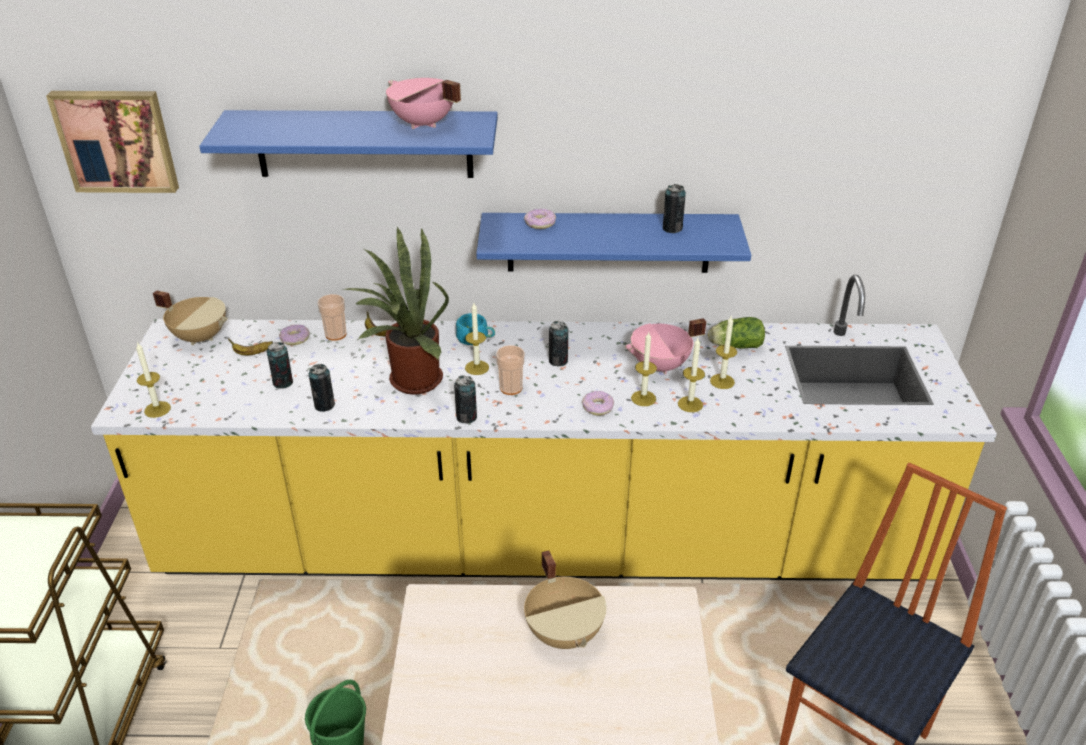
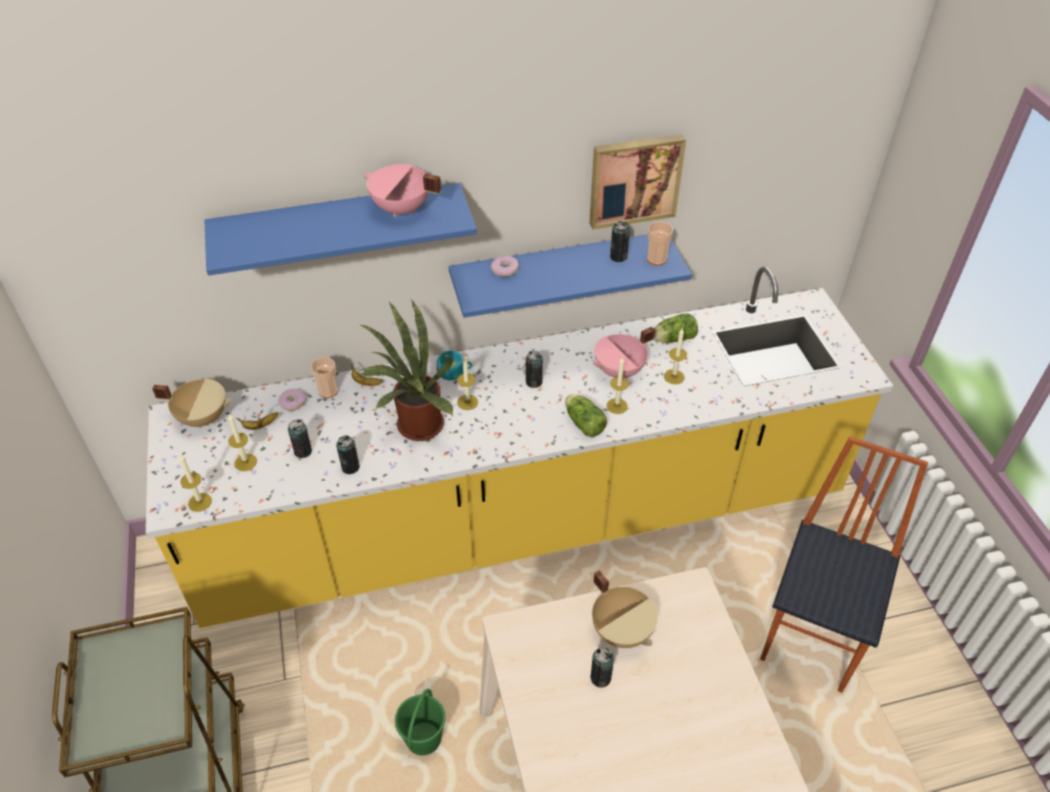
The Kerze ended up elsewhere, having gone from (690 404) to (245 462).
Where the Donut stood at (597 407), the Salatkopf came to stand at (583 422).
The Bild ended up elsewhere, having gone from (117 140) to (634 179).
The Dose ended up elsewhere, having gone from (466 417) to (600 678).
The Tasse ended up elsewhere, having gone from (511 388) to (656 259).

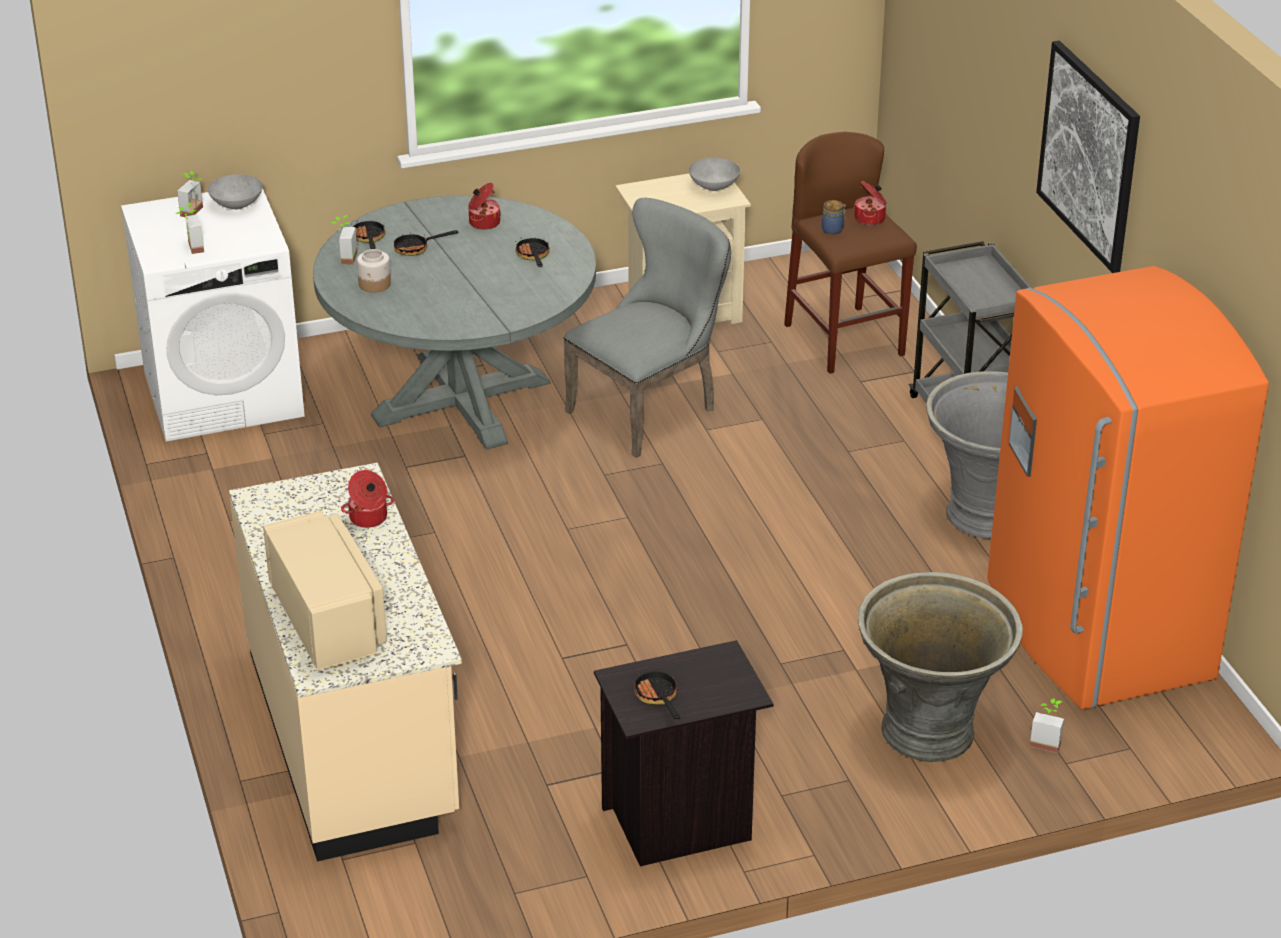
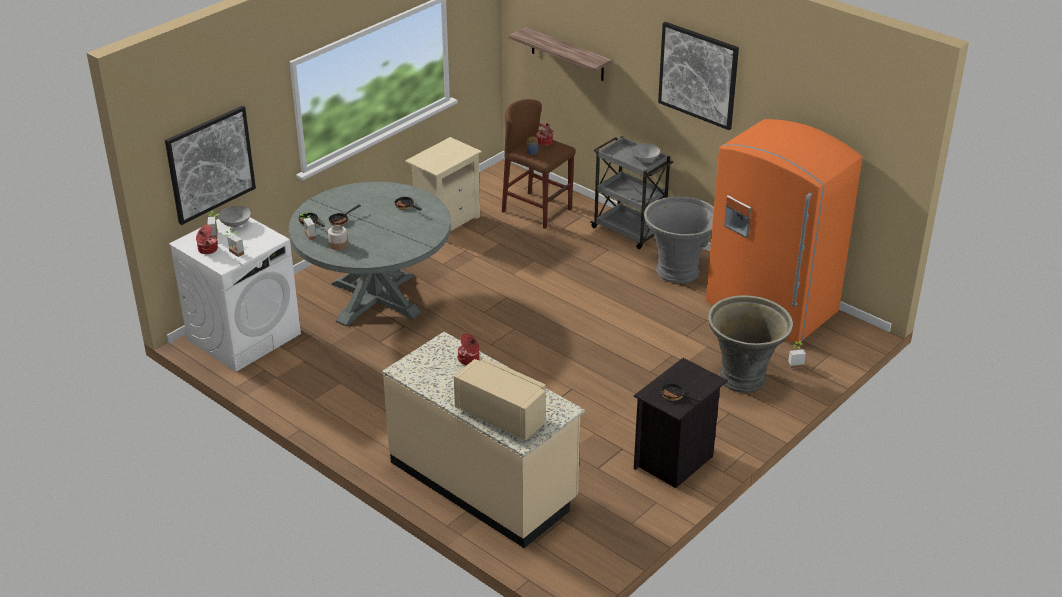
The second view gained the Bild at (210 164).
The Kochtopf ended up elsewhere, having gone from (483 222) to (207 249).
The second view gained the Wandregal at (567 54).
The Schüssel (grau) ended up elsewhere, having gone from (714 187) to (645 160).
The second view lost the Stuhl (grau) at (650 409).

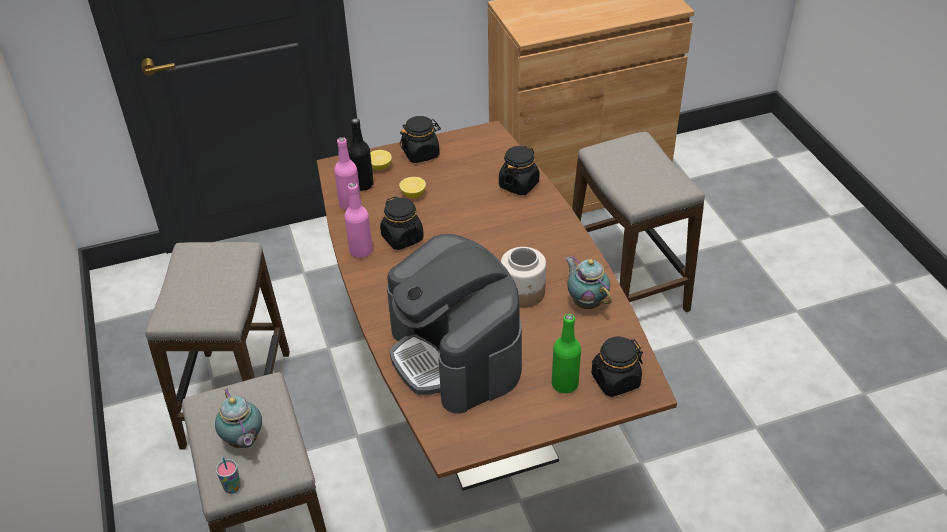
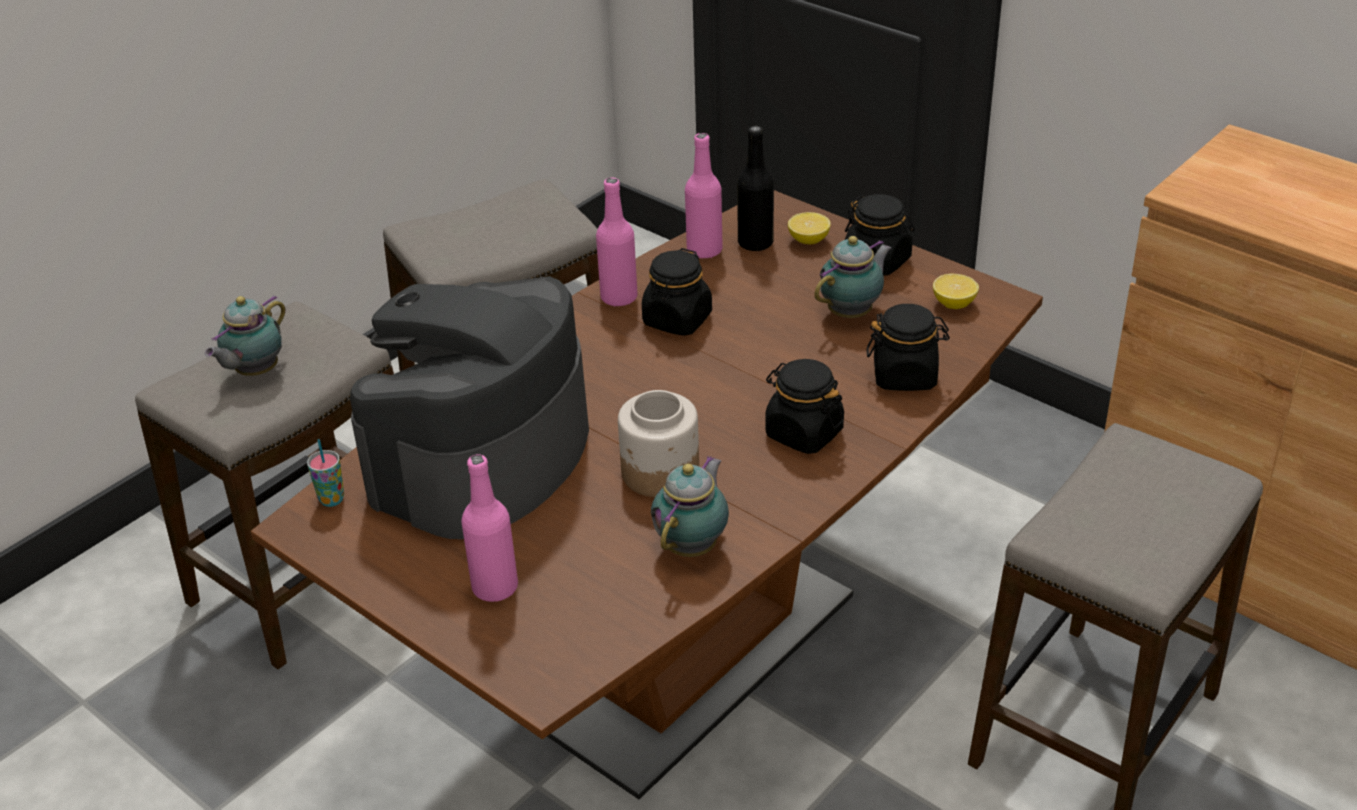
The Tasse ended up elsewhere, having gone from (232 487) to (331 499).
What was the Flasche (grün) at (564 384) turned into the Flasche (rosa) at (495 587).
The Vorratsglas (schwarz) ended up elsewhere, having gone from (615 380) to (803 433).
The second view gained the Teekanne at (852 312).
The Zitrone ended up elsewhere, having gone from (413 194) to (953 304).

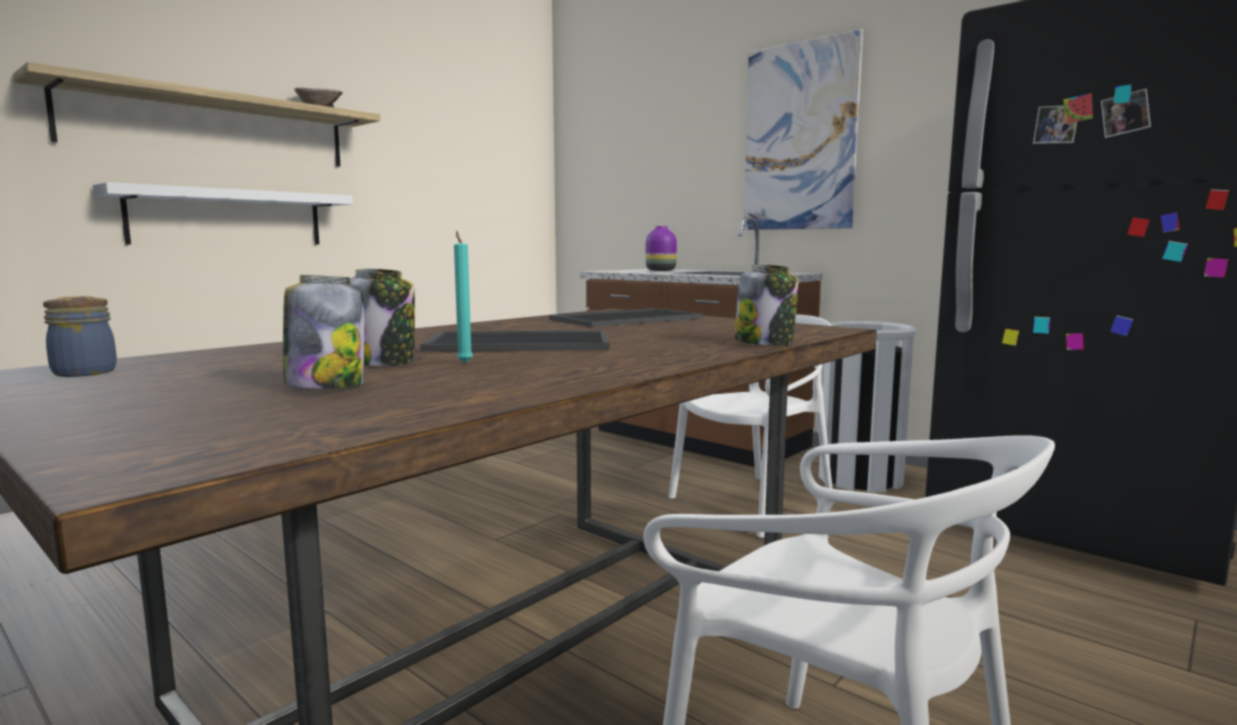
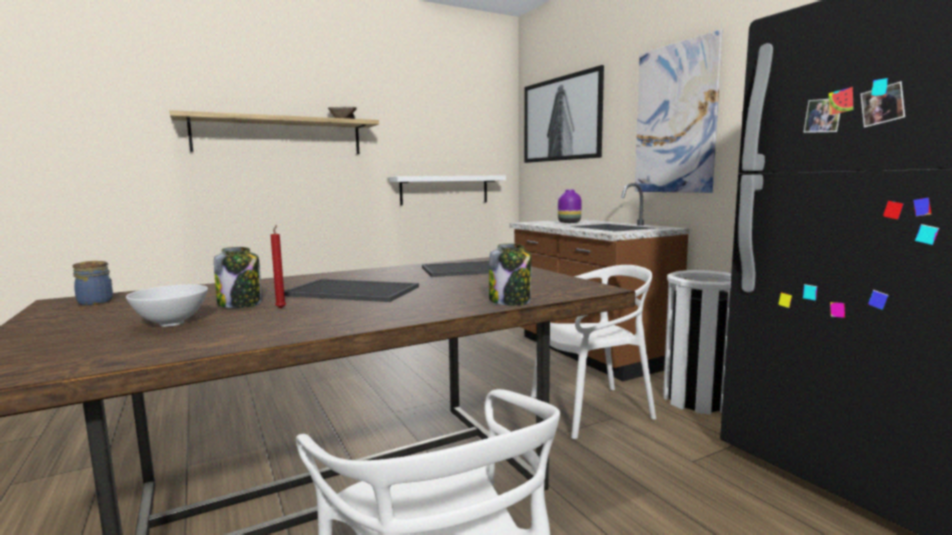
Where the Vorratsglas stood at (325 385), the Schüssel (weiß) came to stand at (171 323).
What was the Kerze (türkis) at (464 362) turned into the Kerze (rot) at (281 308).
The Wandregal (weiß) ended up elsewhere, having gone from (228 218) to (444 190).
The second view gained the Bild at (562 119).

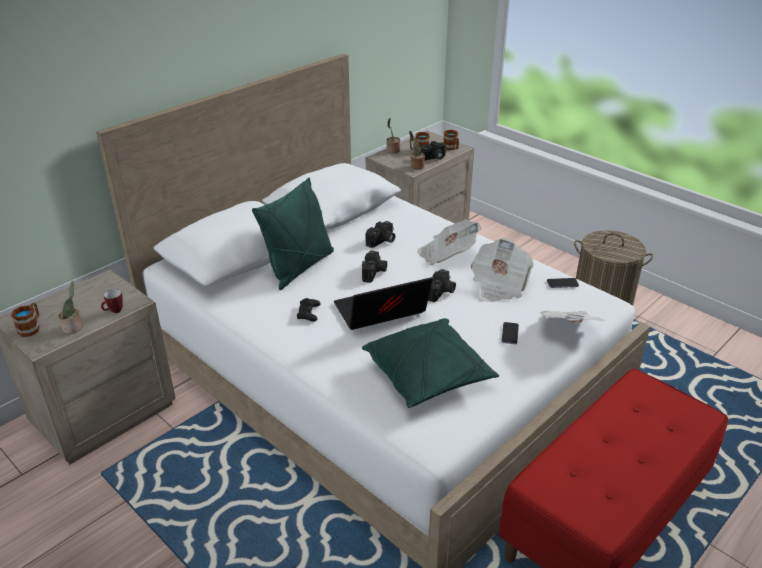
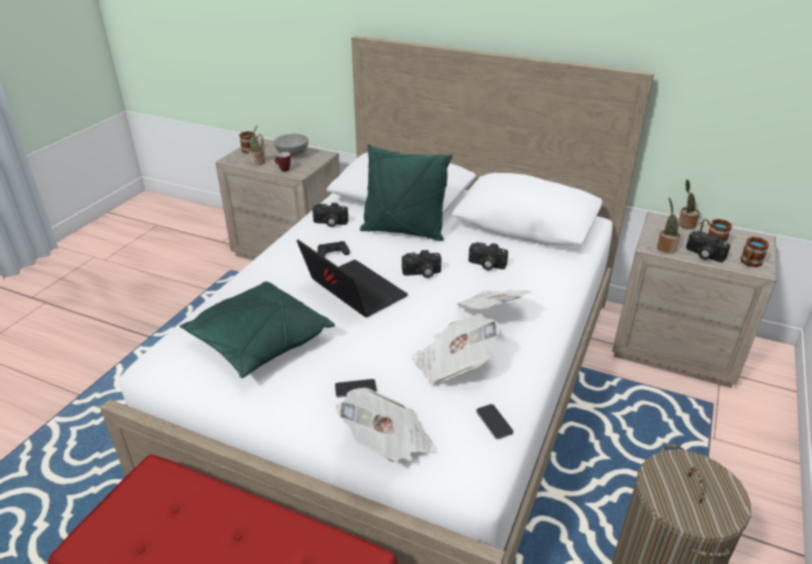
The second view gained the Schüssel (grau) at (292 155).
The Kamera ended up elsewhere, having gone from (441 293) to (330 223).

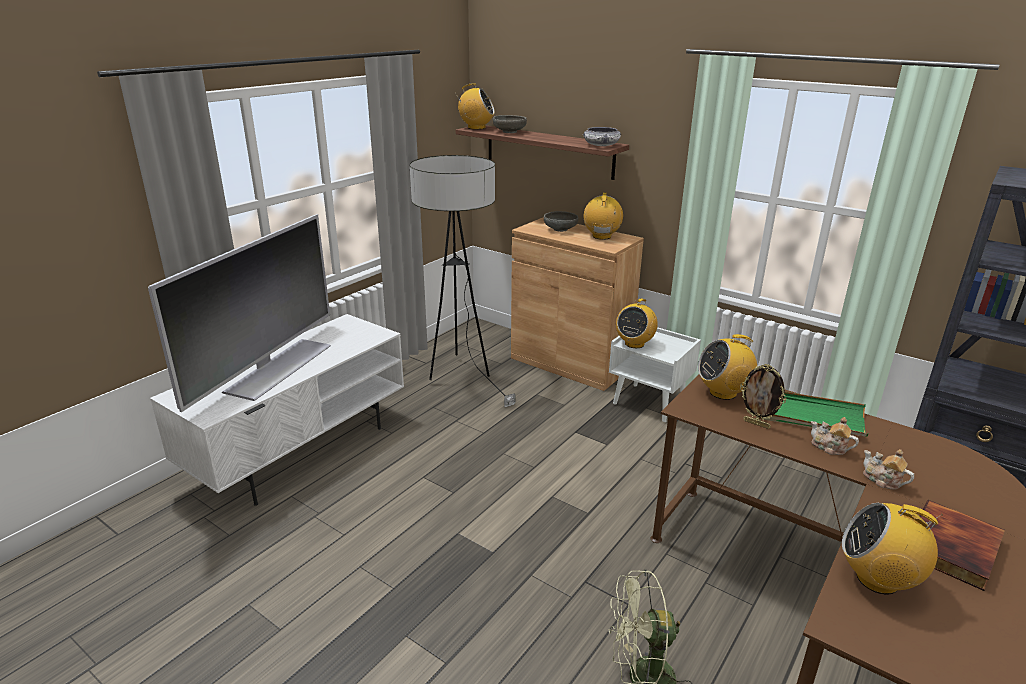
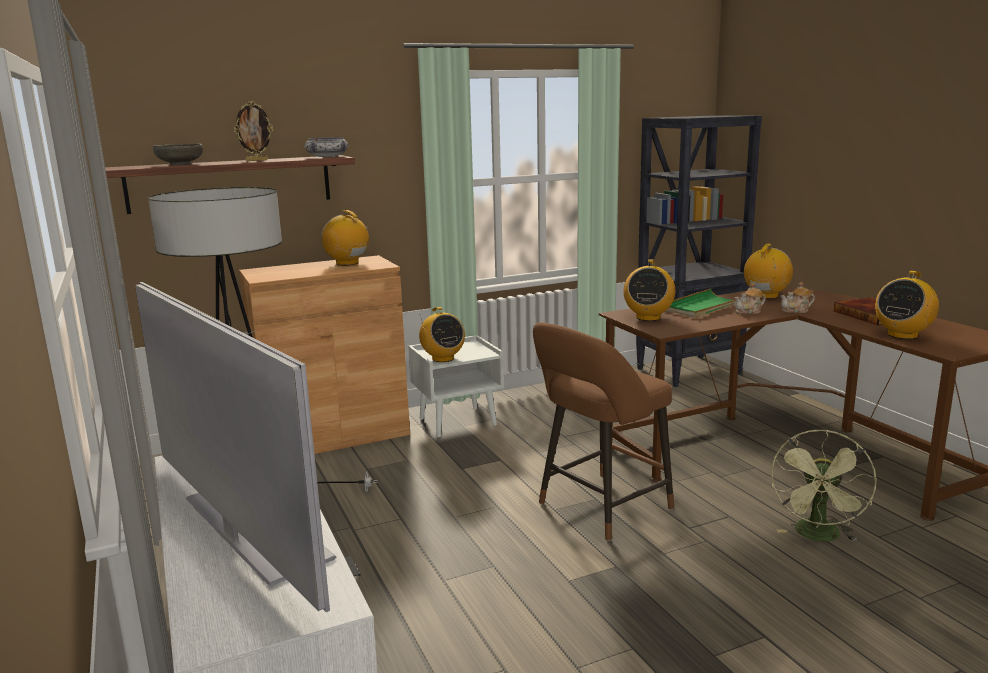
The Bilderrahmen ended up elsewhere, having gone from (756 424) to (256 160).
The second view gained the Hocker (braun) at (599 509).
The Radio ended up elsewhere, having gone from (476 128) to (766 296).
The second view lost the Schüssel (grau) at (560 229).

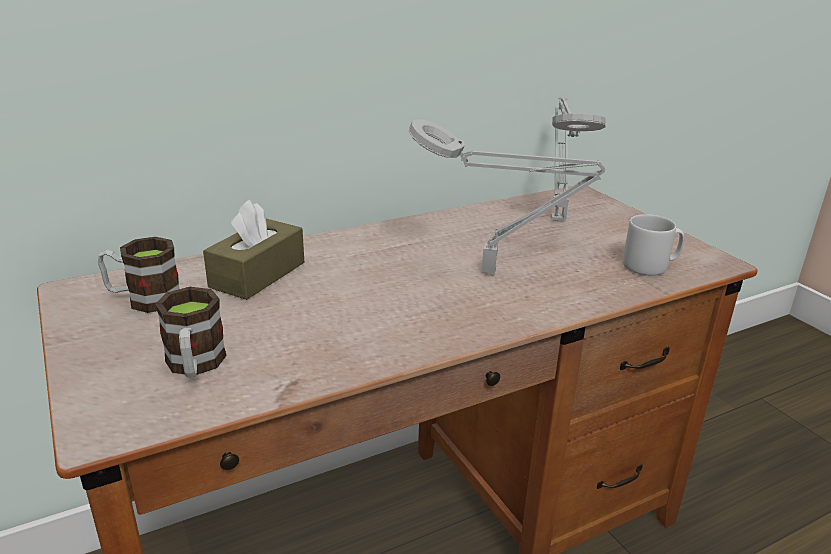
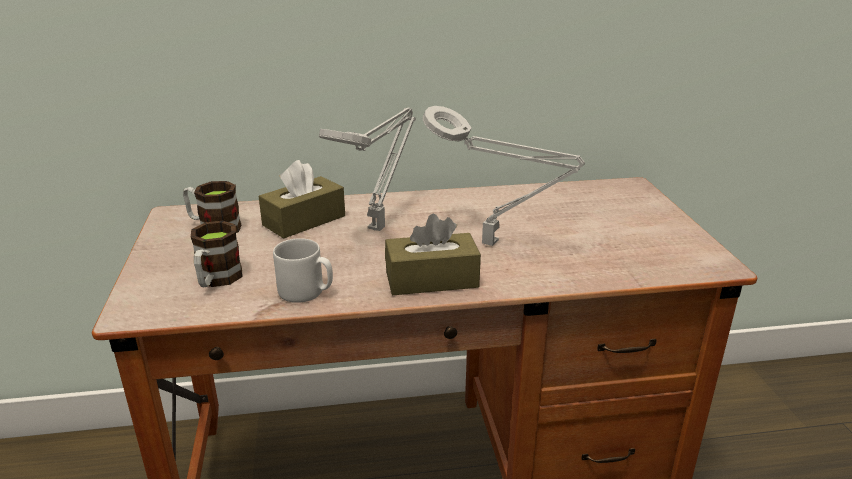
The Henkelbecher (grau) ended up elsewhere, having gone from (650 266) to (306 292).
The Tischlampe (grau) ended up elsewhere, having gone from (557 217) to (379 227).
The second view gained the Taschentuchbox (braun) at (431 279).

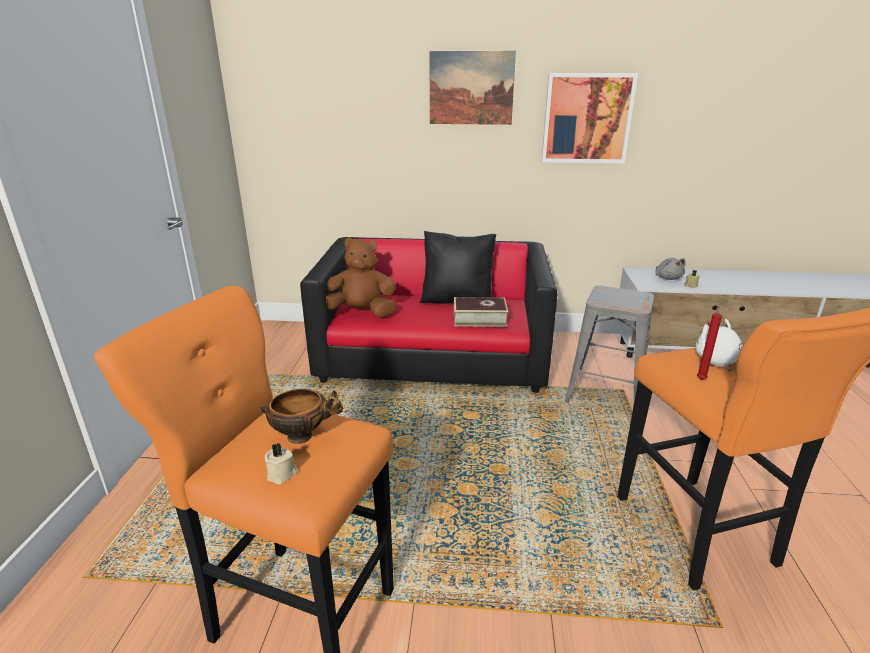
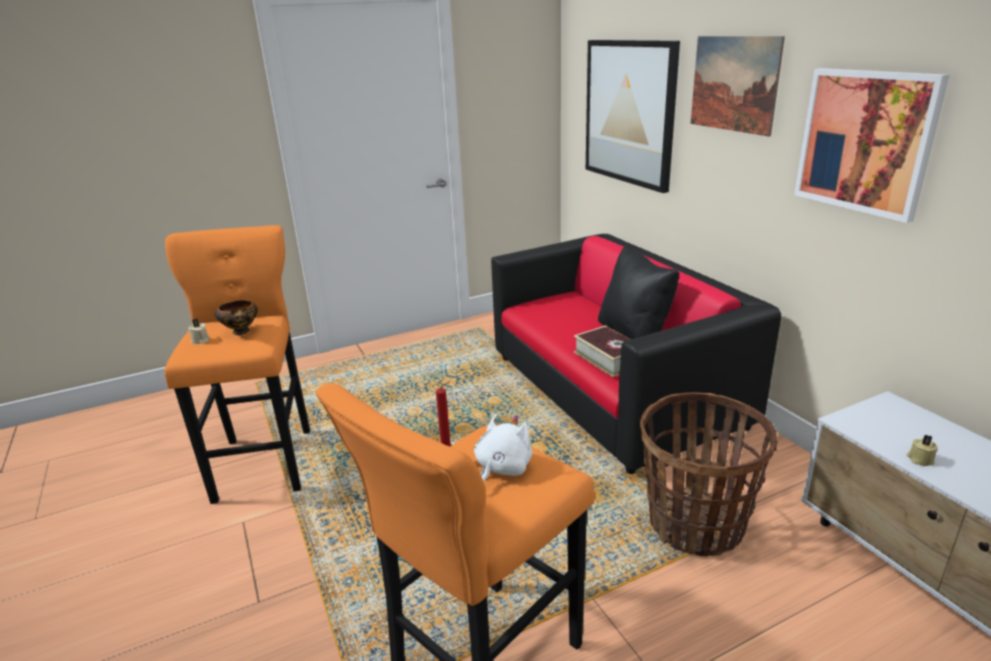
The second view gained the Bild at (629 113).
Where the Hocker (grau) stood at (605 393), the Korb came to stand at (695 525).
The second view lost the Plüschtier (braun) at (361 313).
The second view lost the Plüschtier (grau) at (668 278).

